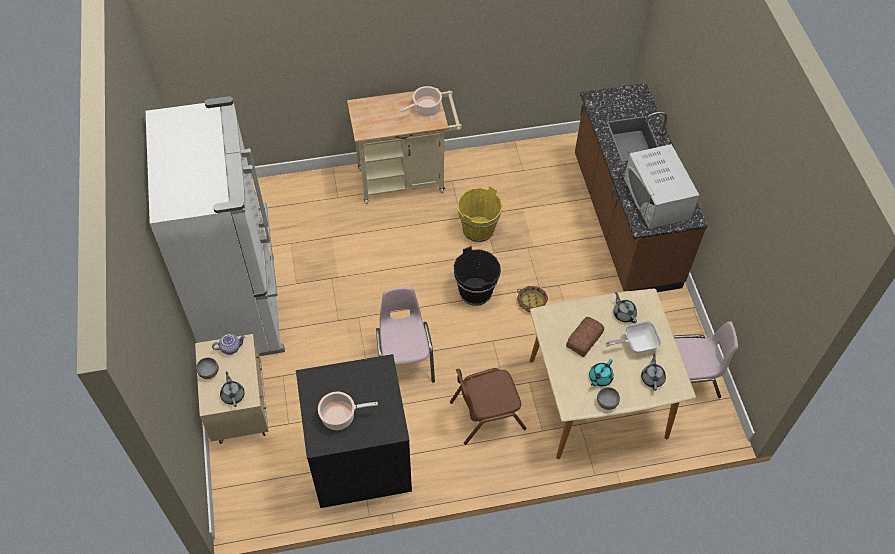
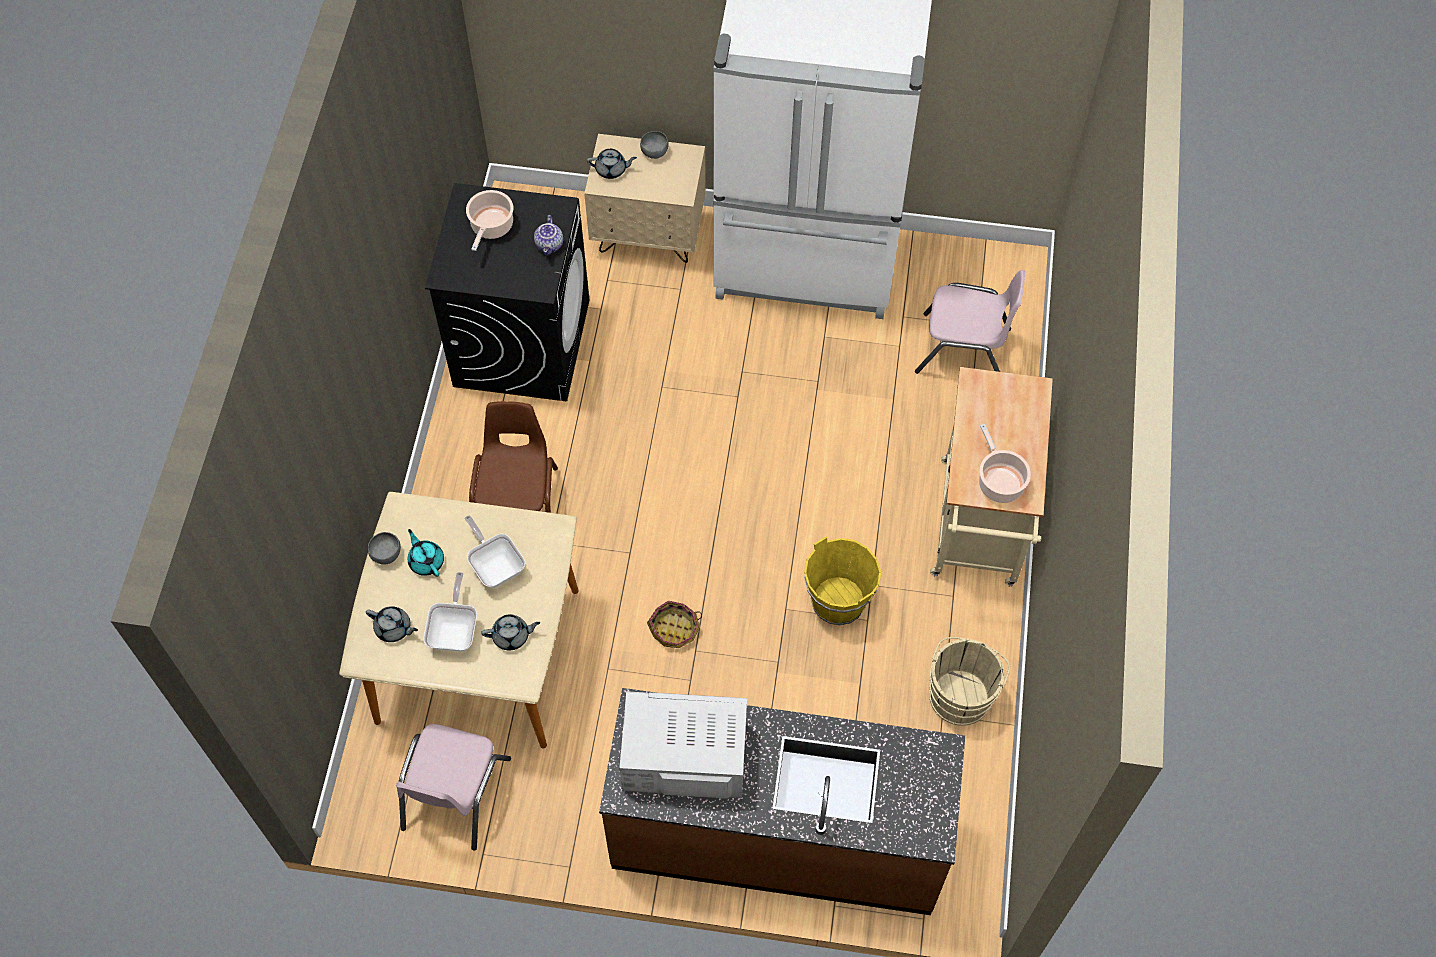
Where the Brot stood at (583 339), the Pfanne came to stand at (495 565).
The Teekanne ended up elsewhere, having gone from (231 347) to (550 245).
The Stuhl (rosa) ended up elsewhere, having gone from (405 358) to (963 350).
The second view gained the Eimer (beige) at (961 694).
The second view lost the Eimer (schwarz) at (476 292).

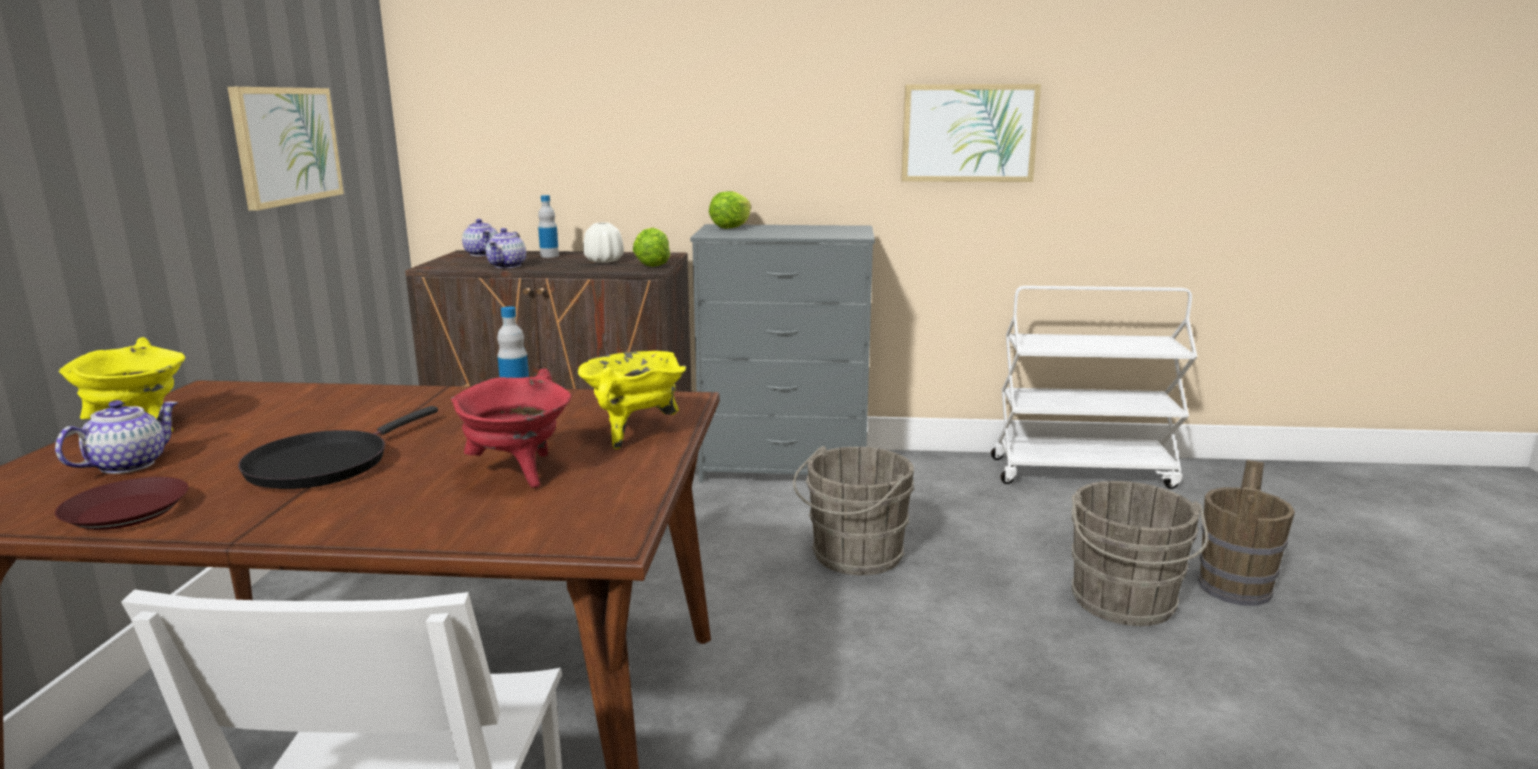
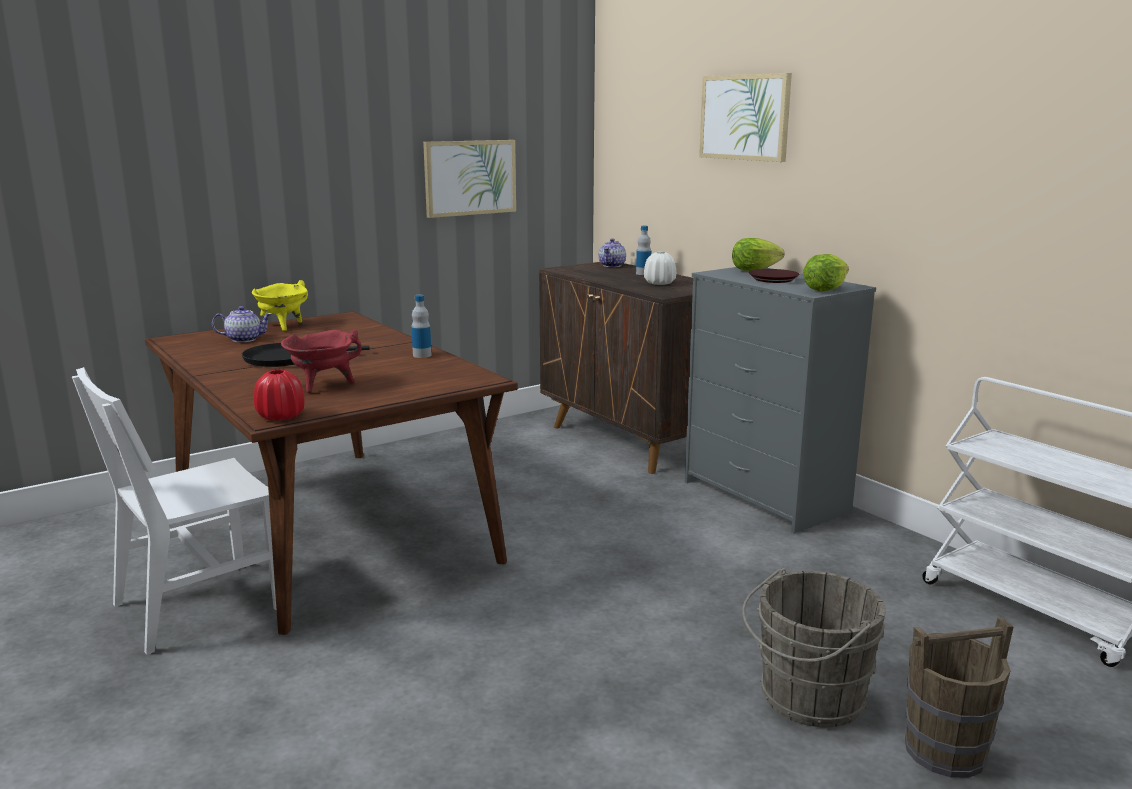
The second view gained the Vase (rot) at (281 416).
The Bild ended up elsewhere, having gone from (969 133) to (745 117).
The Teller (braun) ended up elsewhere, having gone from (127 513) to (773 280).
The Salatkopf ended up elsewhere, having gone from (652 264) to (824 289).
The second view lost the Teekanne at (507 266).
The second view lost the Kochtopf (gelb) at (634 433).
The second view lost the Eimer (grau) at (853 556).

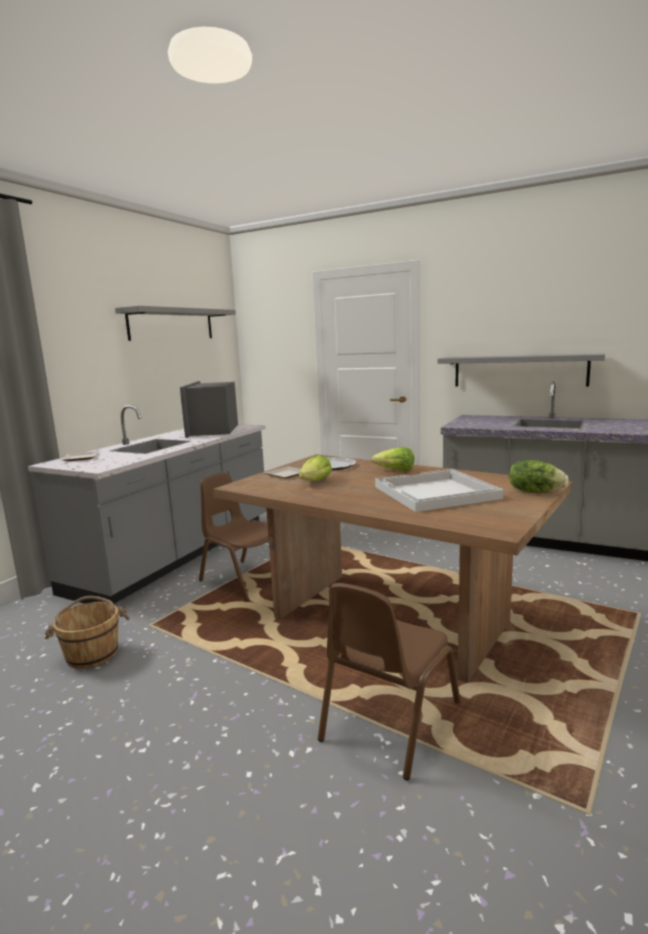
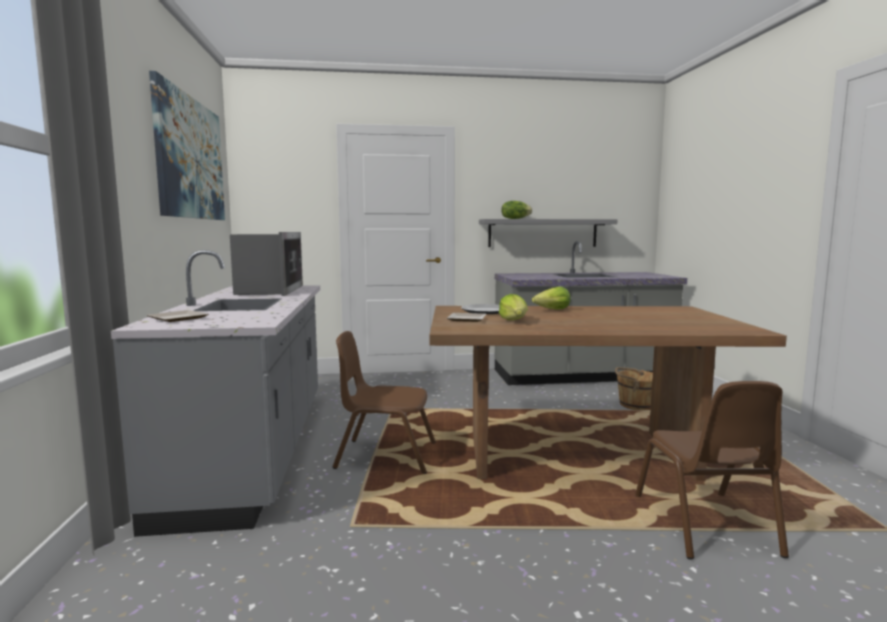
Where the Wandregal (grau) hung at (172 324), the Bild came to hang at (191 158).
The Mikrowelle at (213 430) ended up facing another way, 150 degrees counterclockwise from before.
The Salatkopf ended up elsewhere, having gone from (535 492) to (515 219).
The Eimer (braun) ended up elsewhere, having gone from (92 653) to (636 404).
The second view lost the Tablett (weiß) at (435 492).

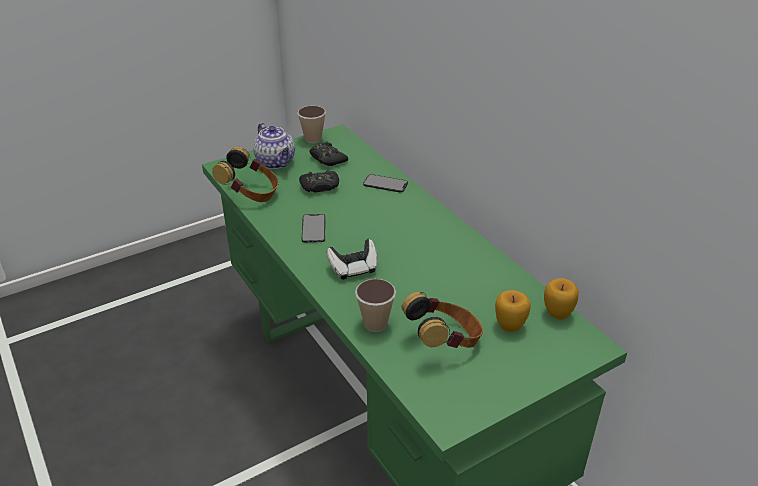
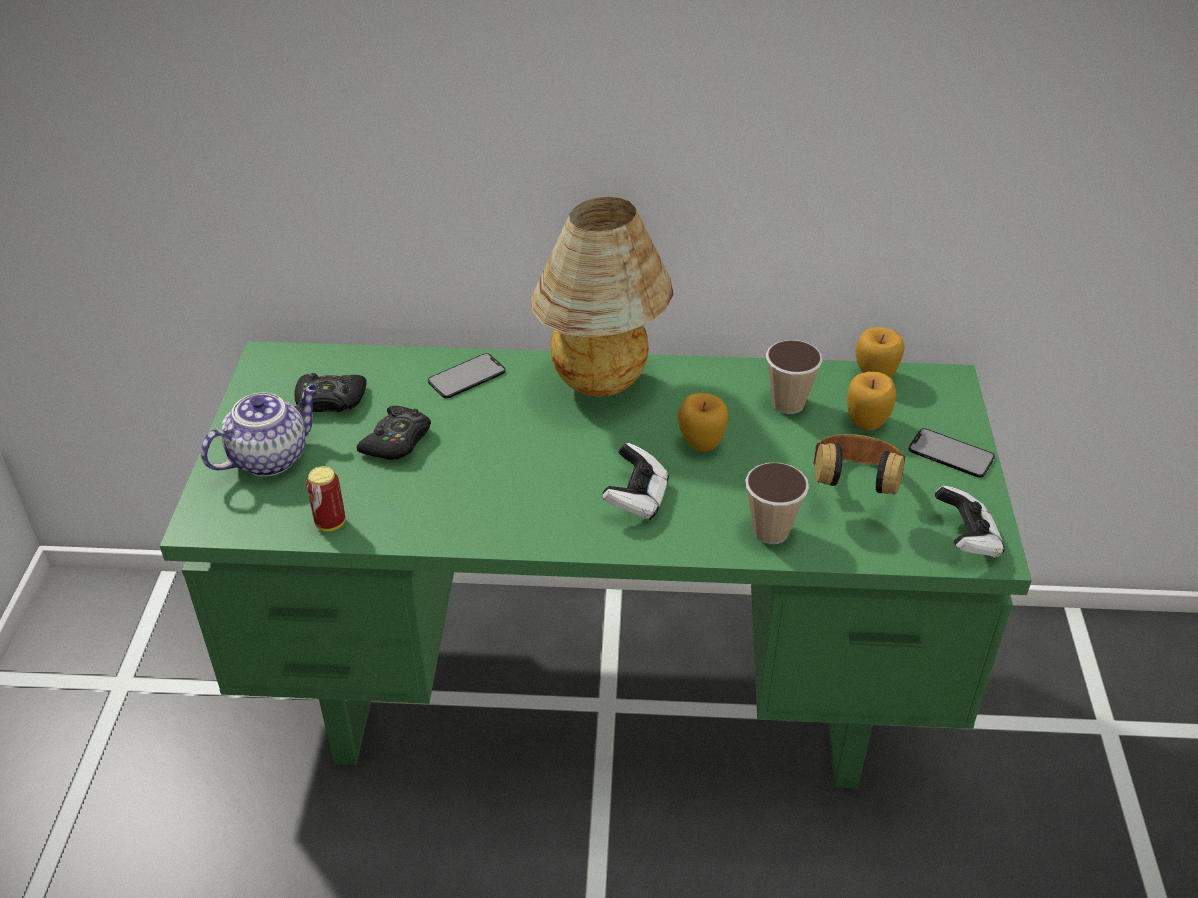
The Teekanne at (276 162) ended up facing another way, 45 degrees counterclockwise from before.
Where the Kopfhörer stood at (251 194), the Dose came to stand at (330 523).
The second view gained the Tischlampe at (602 384).
The second view gained the Apfel at (701 444).
The Tasse ended up elsewhere, having gone from (313 139) to (788 403).
The Handy ended up elsewhere, having gone from (313 228) to (951 453).
The second view gained the Gamepad at (966 539).

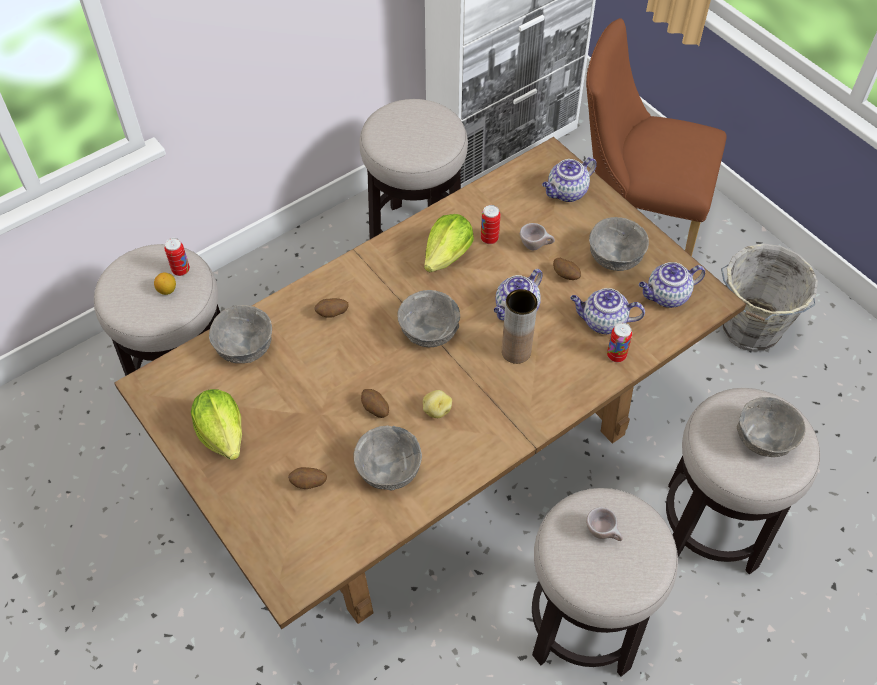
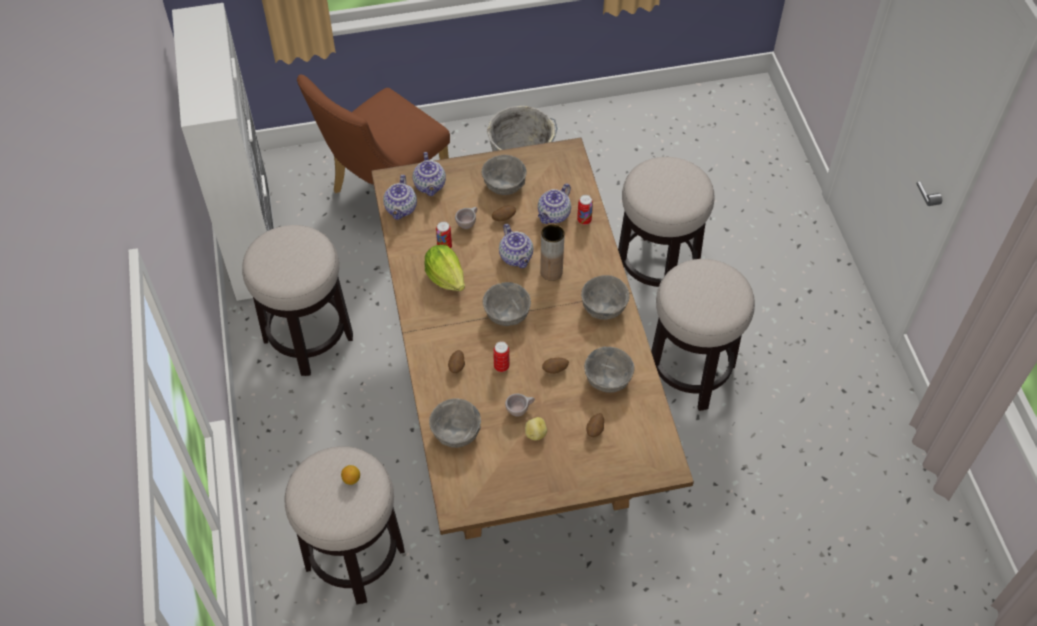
The Teekanne ended up elsewhere, having gone from (666 296) to (401 209).
The Dose ended up elsewhere, having gone from (181 270) to (501 366).
The Tasse (beige) ended up elsewhere, having gone from (603 533) to (520 410).
The Kartoffel ended up elsewhere, having gone from (436 410) to (535 434).
The Schüssel (grau) ended up elsewhere, having gone from (763 439) to (604 308).
The second view lost the Salatkopf at (222 434).

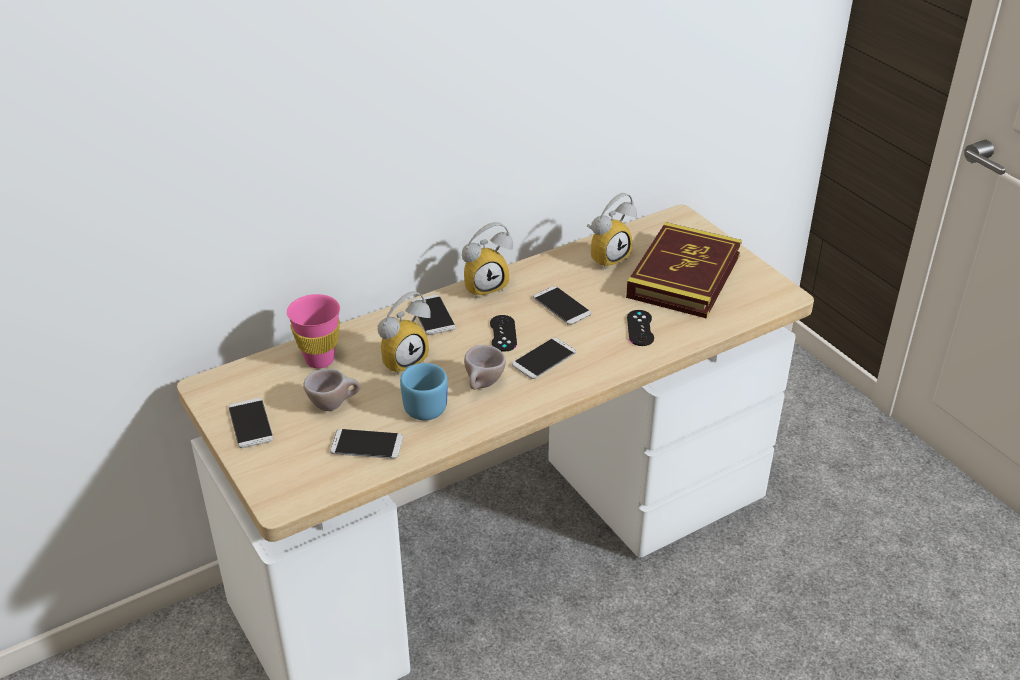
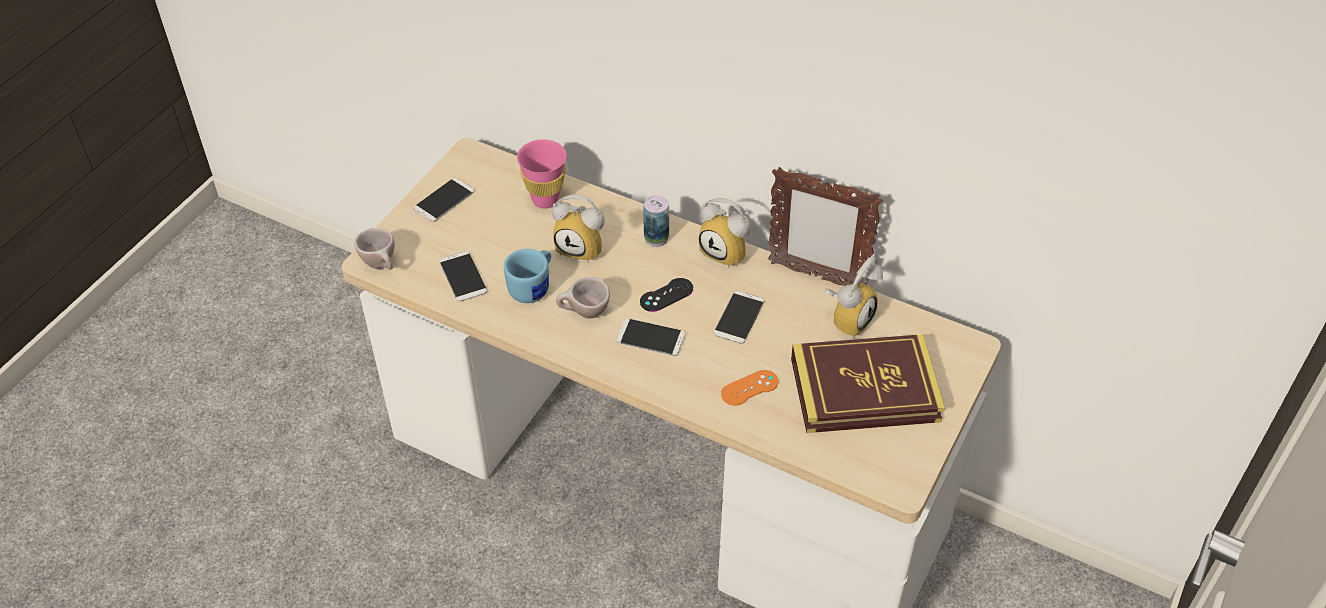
The Tasse (beige) ended up elsewhere, having gone from (334 405) to (382 265).
Where the Handy stood at (433 315), the Dose came to stand at (656 238).
What was the Gamepad (schwarz) at (640 328) turned into the Gamepad (orange) at (749 388).
The second view gained the Bilderrahmen at (816 276).
The Wecker at (607 256) ended up facing another way, 75 degrees counterclockwise from before.

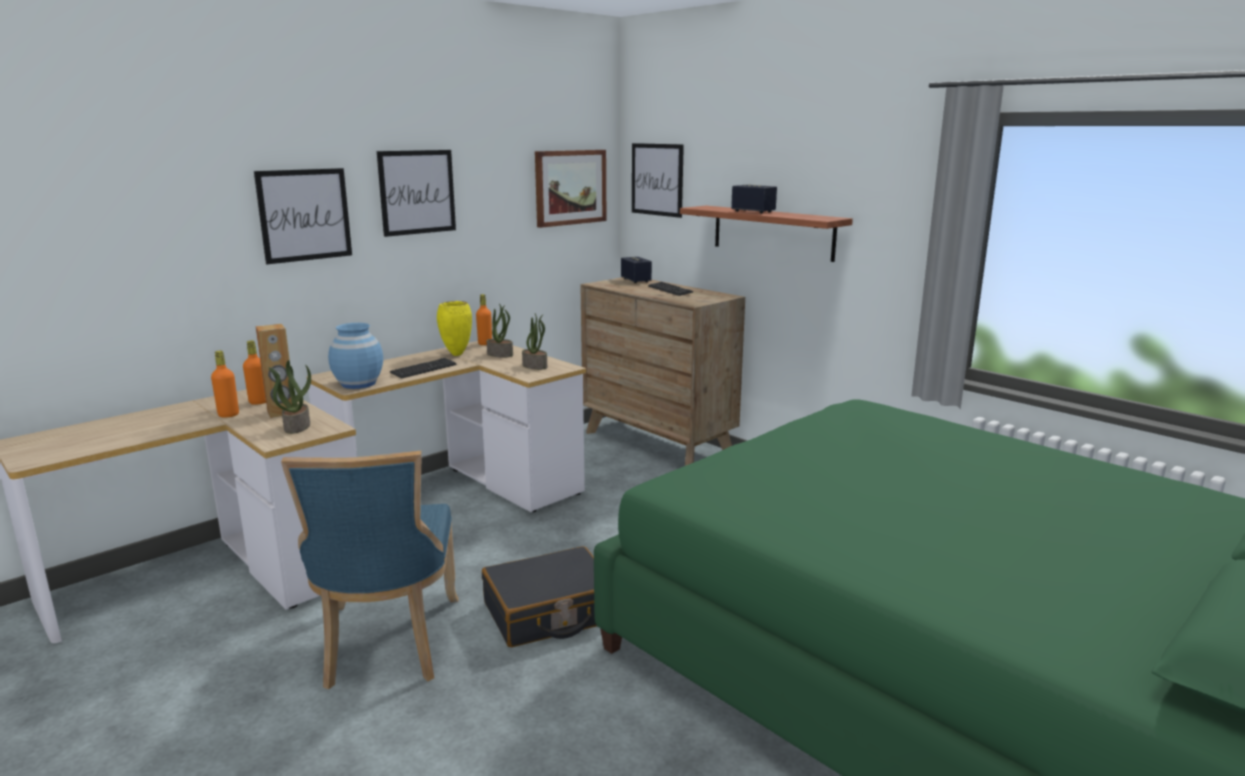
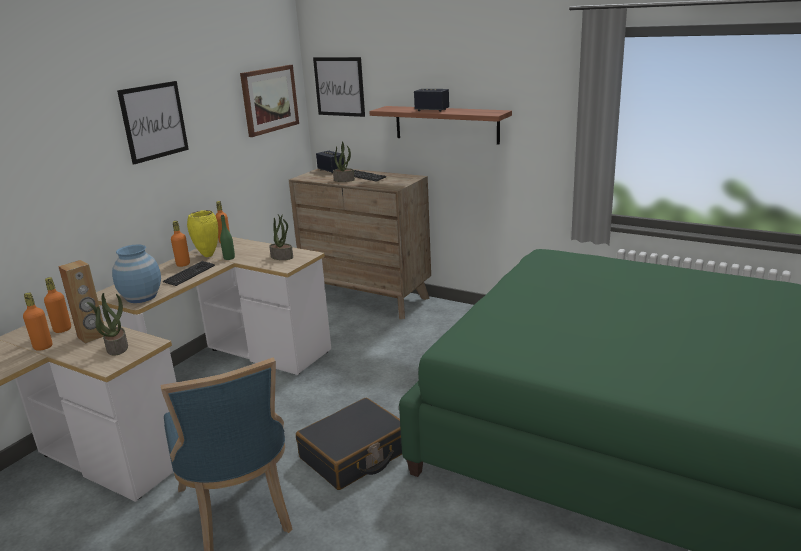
The second view gained the Flasche (orange) at (183 264).
The second view gained the Flasche (grün) at (229 258).
The Topfpflanze ended up elsewhere, having gone from (500 354) to (344 180).
The second view lost the Bild at (304 215).

